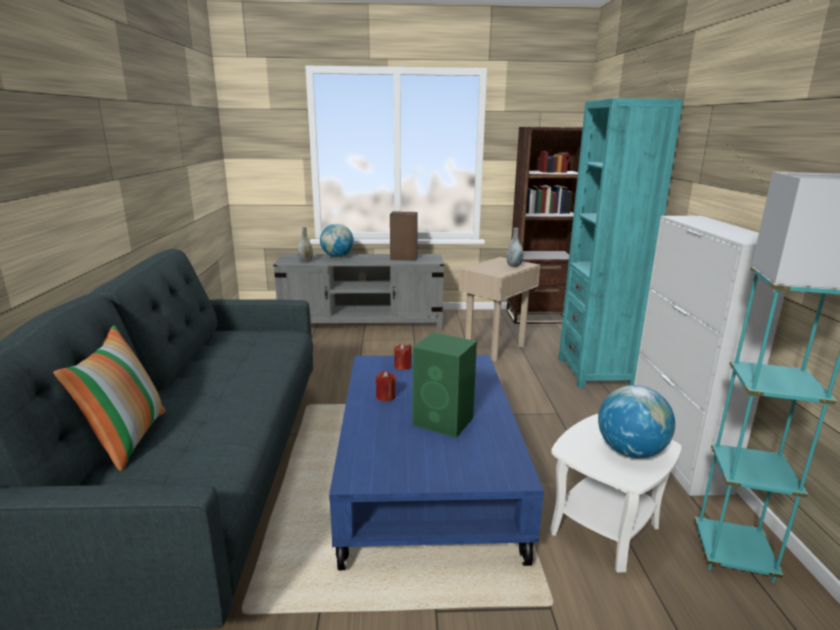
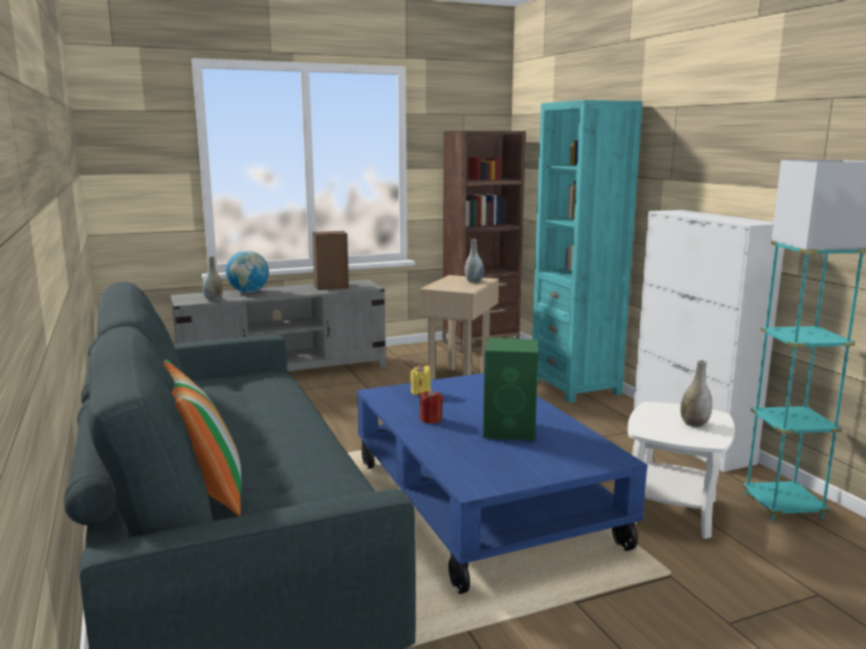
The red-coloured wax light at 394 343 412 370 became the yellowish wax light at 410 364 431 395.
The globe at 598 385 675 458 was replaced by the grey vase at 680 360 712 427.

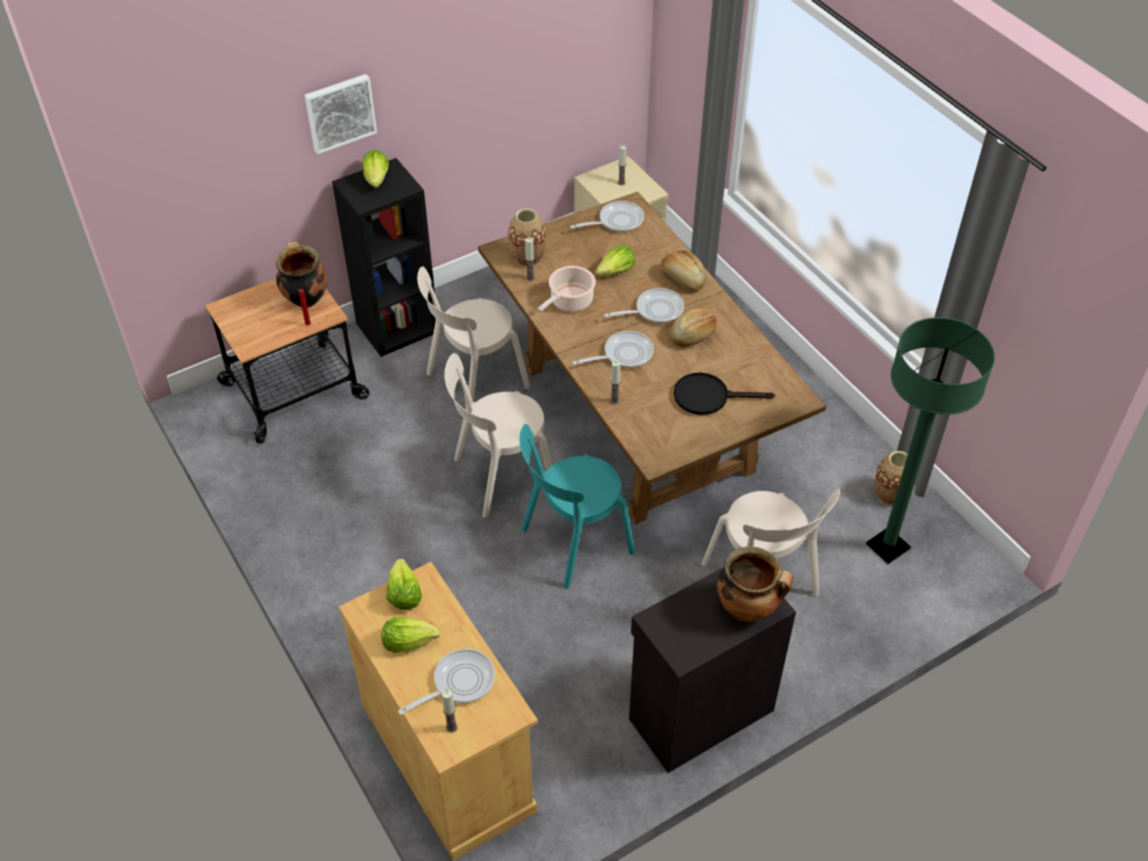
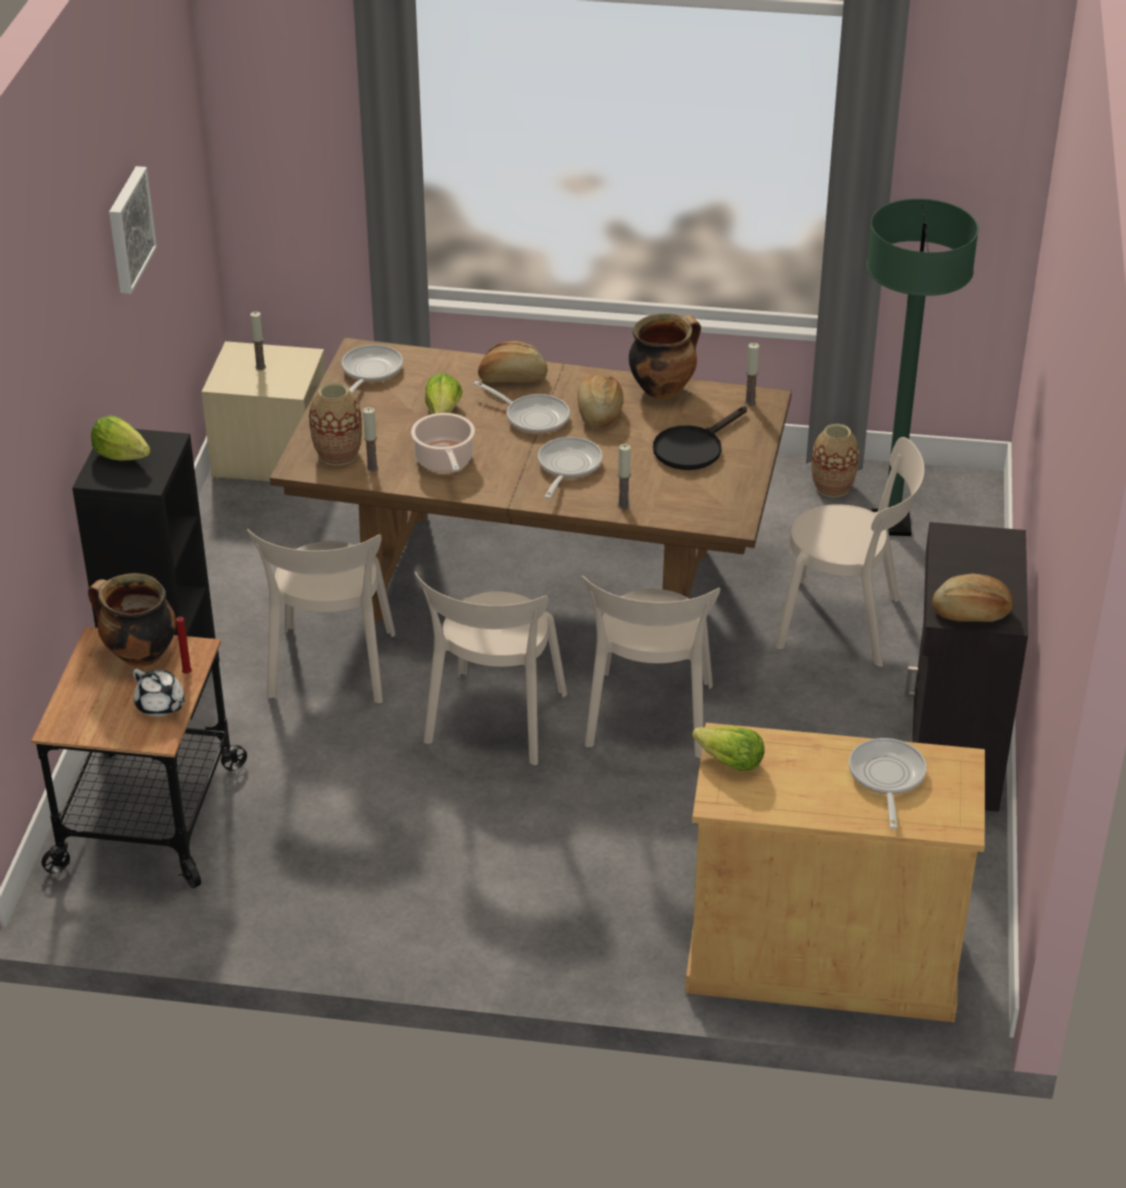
The wall picture moved from 305 74 377 154 to 109 166 157 294.
The whitish teapot at 133 669 185 717 appeared.
The pan at 604 288 684 323 turned 105 degrees clockwise.
The blue-green upright chair at 520 424 635 589 became the beige upright chair at 582 576 720 758.
The stockpot moved from 717 546 793 622 to 629 313 701 399.
The wax light moved from 441 688 458 733 to 744 343 759 406.
The baked bread at 932 574 1013 622 appeared.
The lettuce at 381 617 440 653 disappeared.

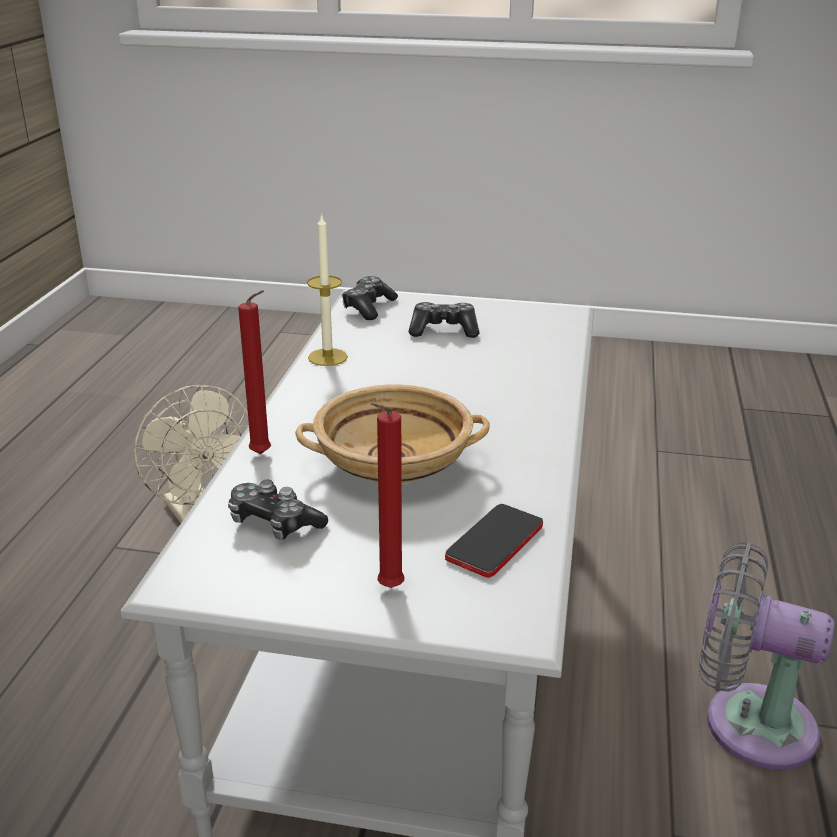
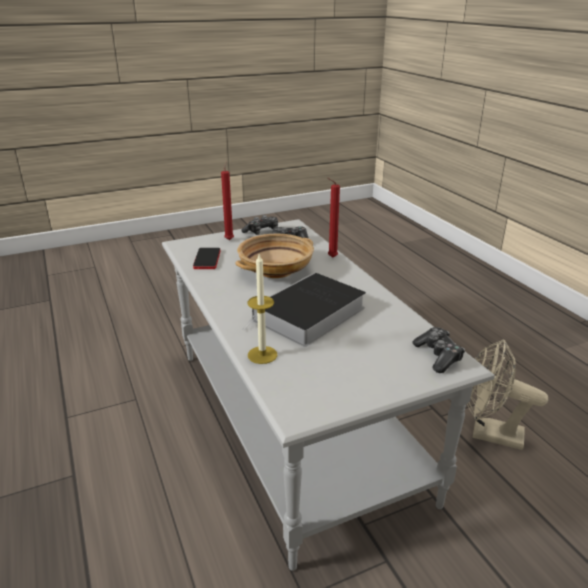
The game controller moved from 408 302 479 338 to 242 215 278 235.
The bound book at 242 273 366 347 appeared.
The wax light moved from 307 213 348 366 to 248 254 278 364.
The grey fan at 699 542 835 770 disappeared.

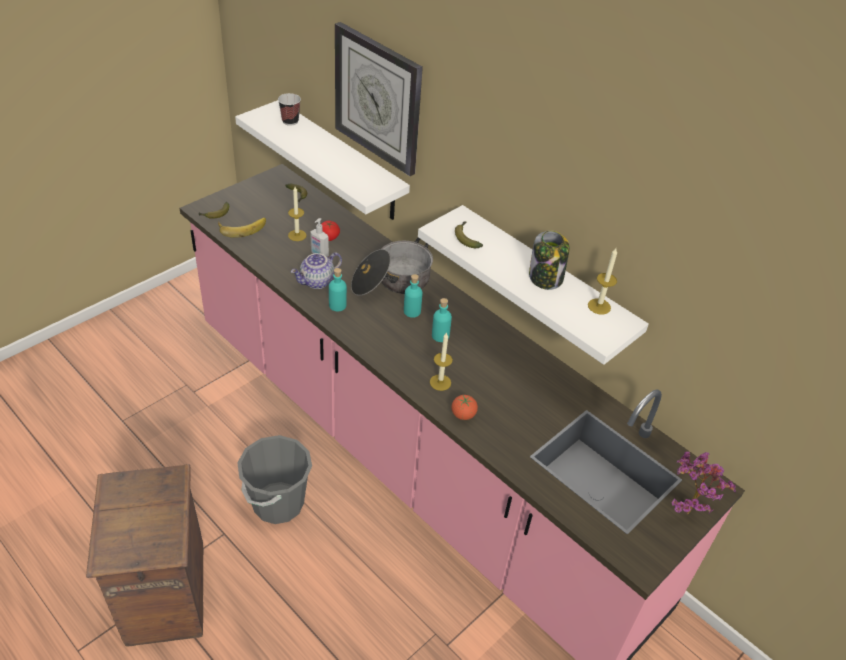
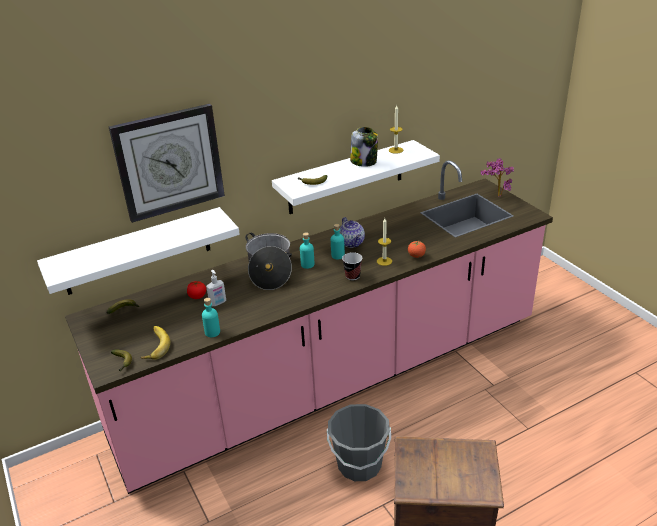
The blue-green drink bottle moved from 329 268 347 312 to 202 298 220 337.
The teapot moved from 291 252 342 289 to 340 217 365 248.
The cup moved from 278 93 301 126 to 342 252 362 281.
The wax light at 288 187 307 241 disappeared.

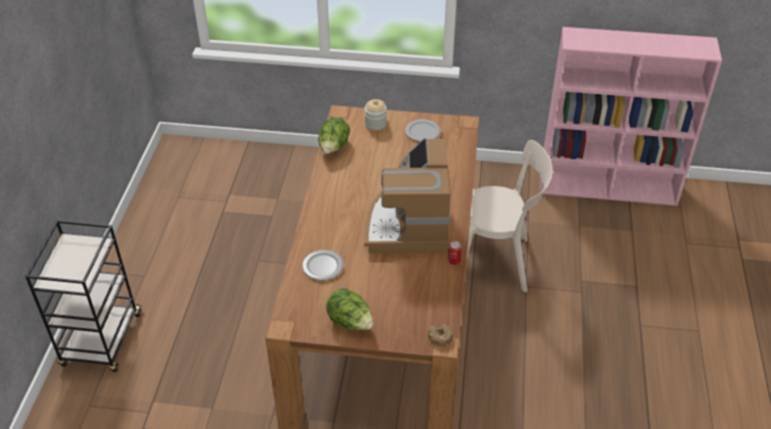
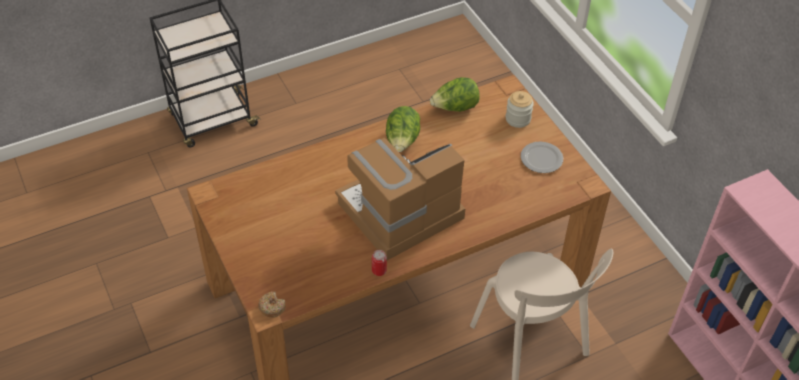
The lettuce moved from 326 288 374 330 to 386 106 420 152.
The plate at 302 250 344 280 disappeared.

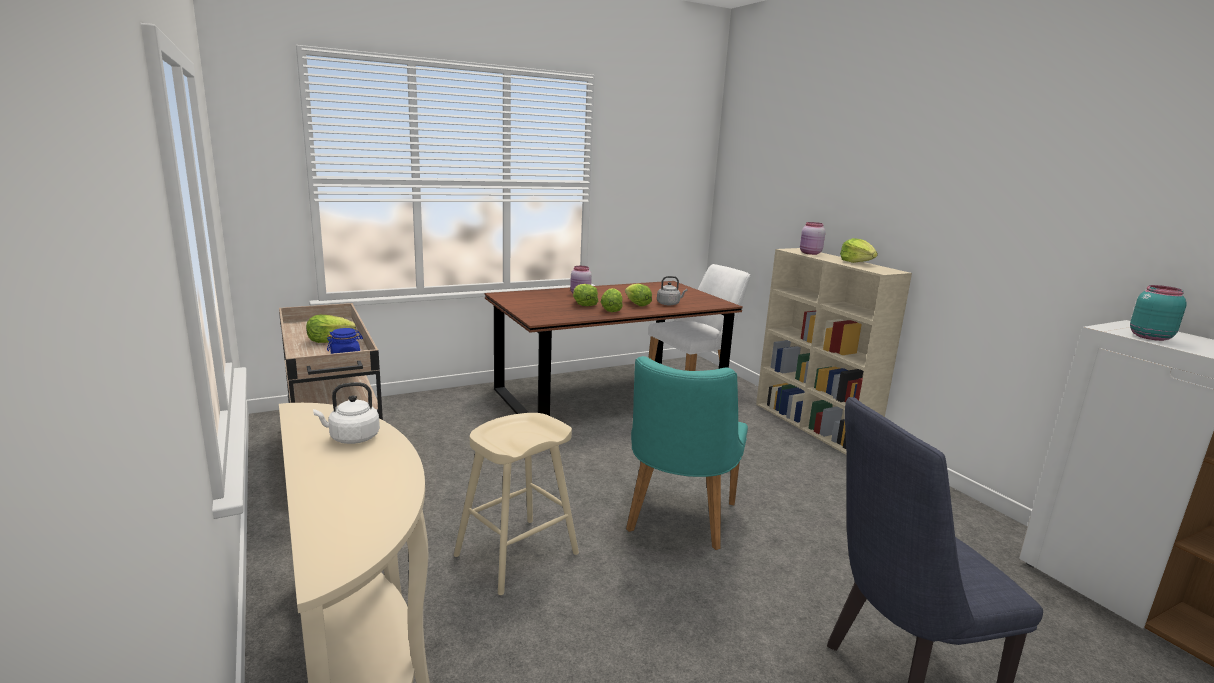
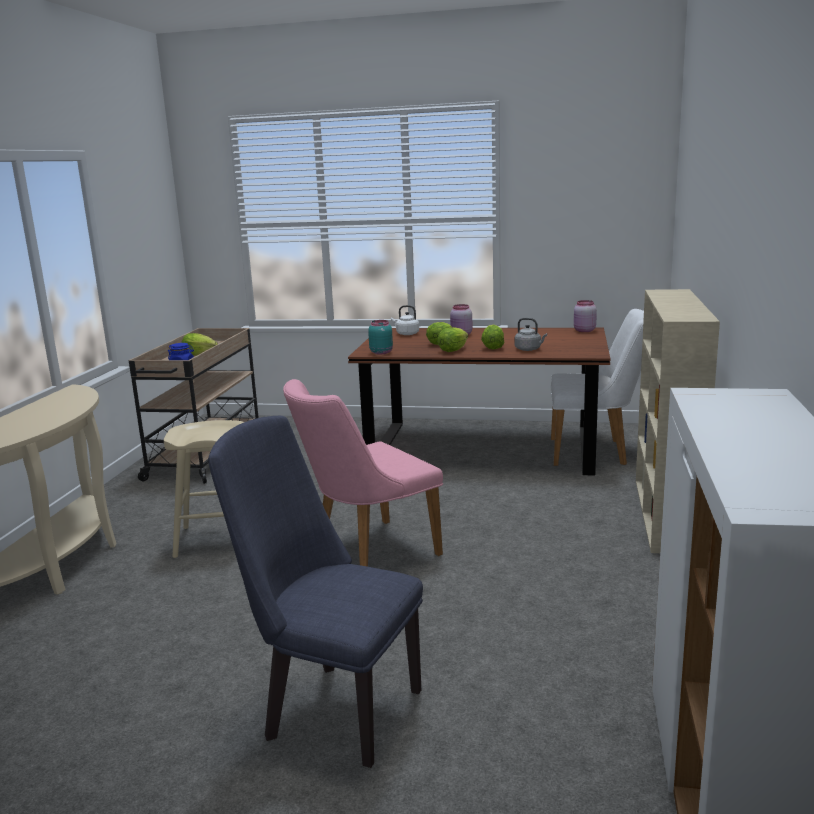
The blue-green upright chair at 626 356 748 550 became the pink upright chair at 283 379 443 567.
The blue-green preserve jar moved from 1130 285 1187 341 to 368 320 393 354.
The whitish kettle moved from 313 382 380 444 to 391 305 419 335.
The pink preserve jar moved from 800 222 825 255 to 574 300 597 332.
The lettuce at 840 238 878 263 disappeared.

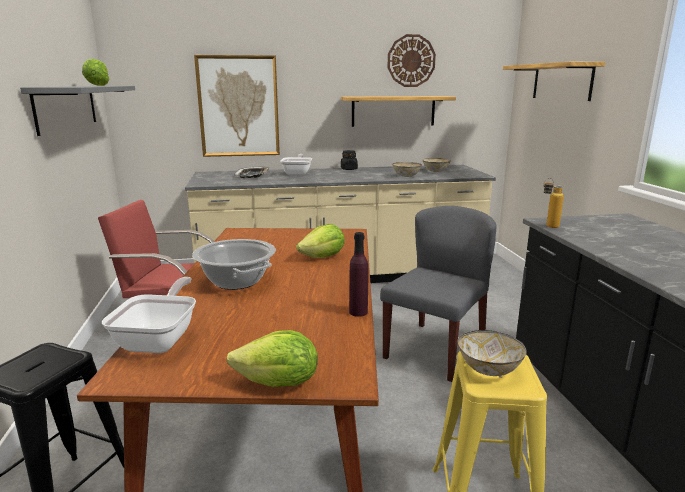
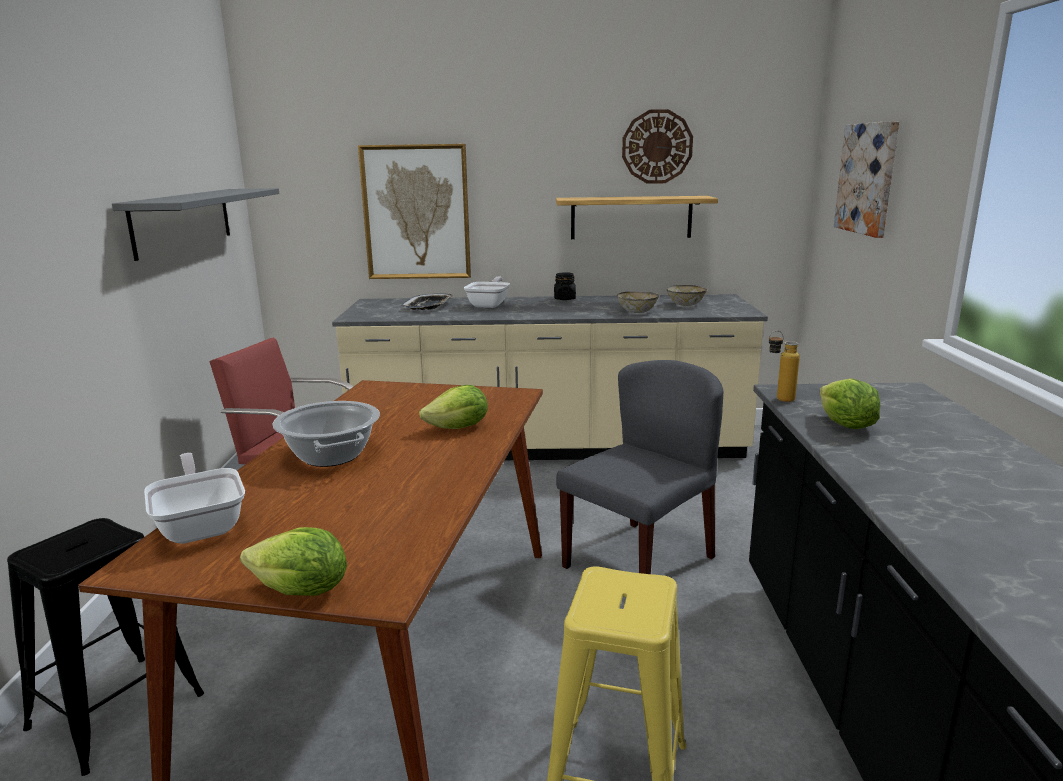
The pan at 102 277 196 353 turned 45 degrees counterclockwise.
The lettuce moved from 82 59 109 86 to 820 378 880 429.
The bracket shelf at 503 62 605 101 was replaced by the wall picture at 834 121 899 238.
The purple drink bottle at 349 232 368 317 disappeared.
The serving bowl at 458 330 527 376 disappeared.

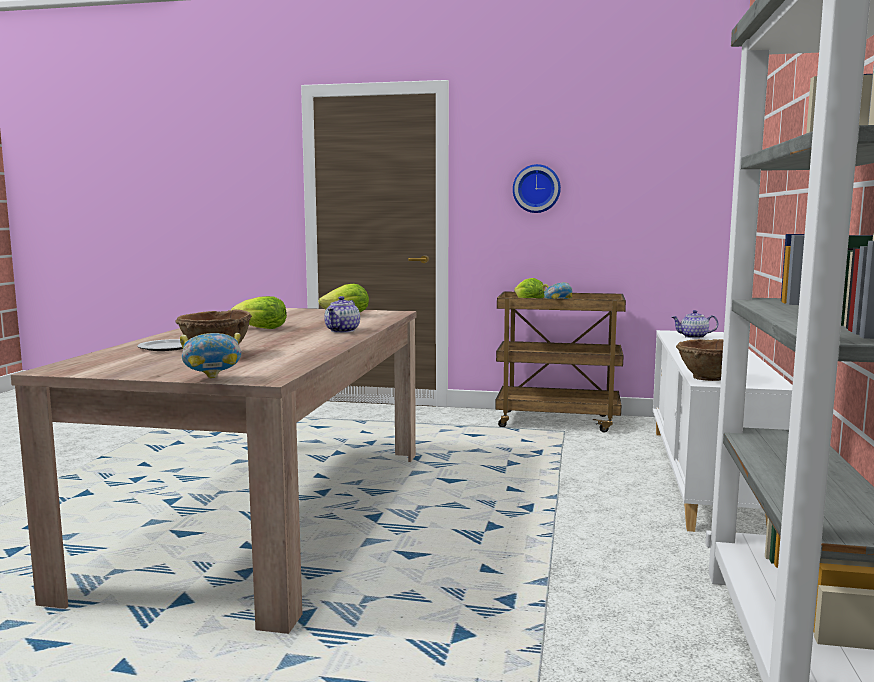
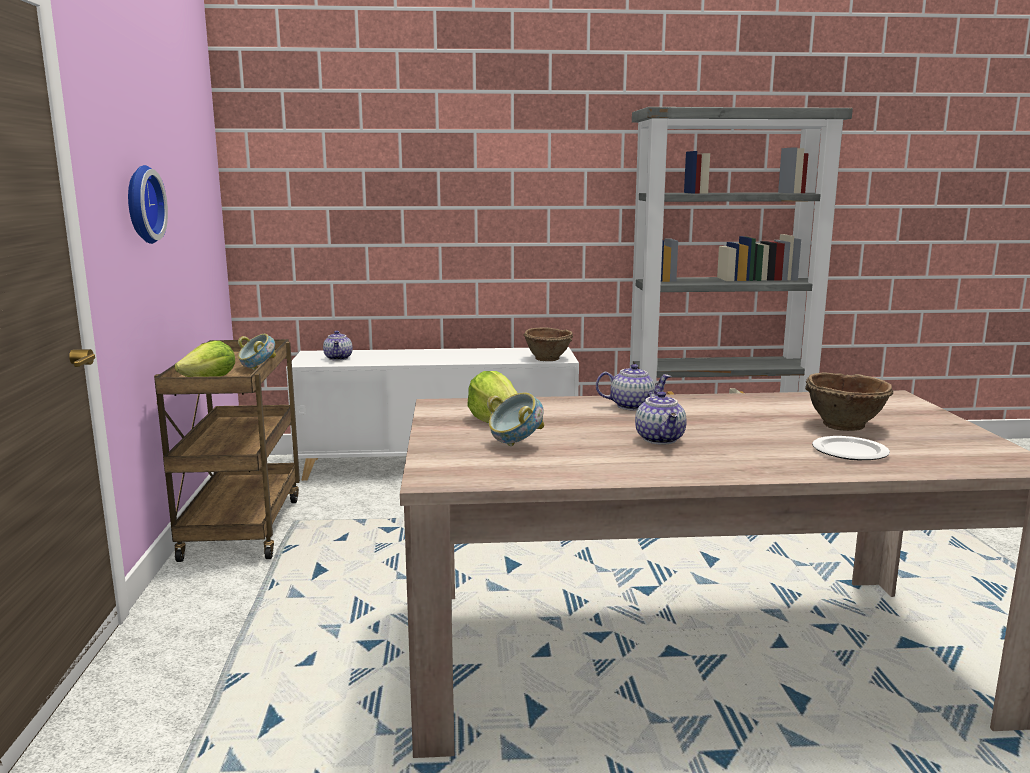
The serving bowl moved from 180 333 241 378 to 487 392 544 446.
The lettuce at 231 296 287 329 was replaced by the teapot at 635 391 687 445.

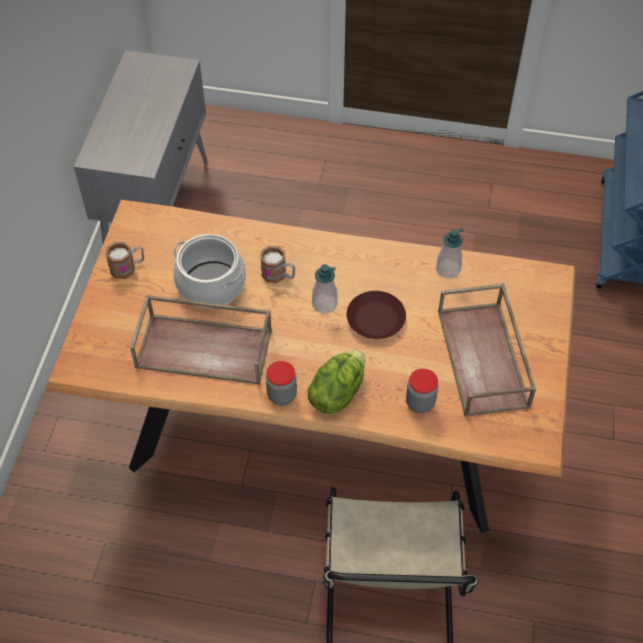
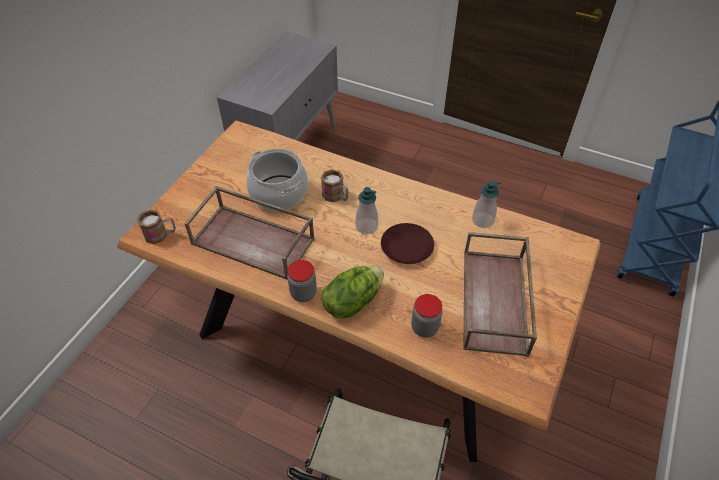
The mug moved from 105 242 144 279 to 137 209 176 244.

